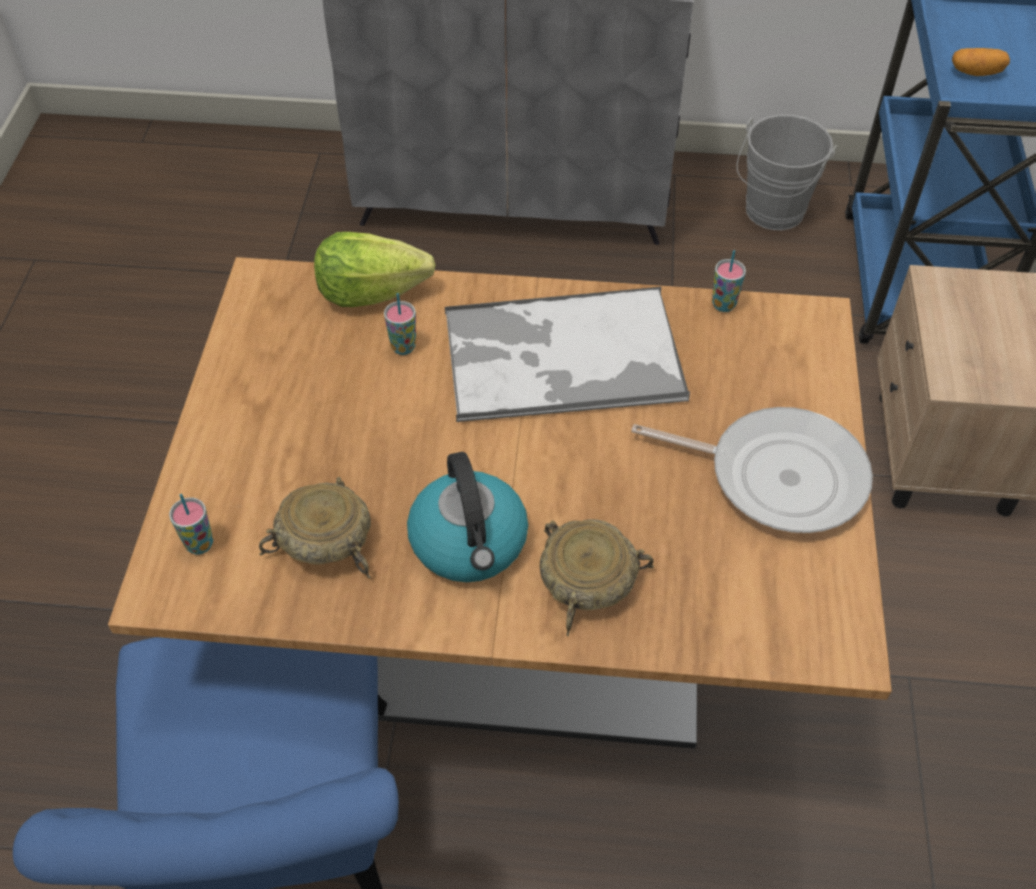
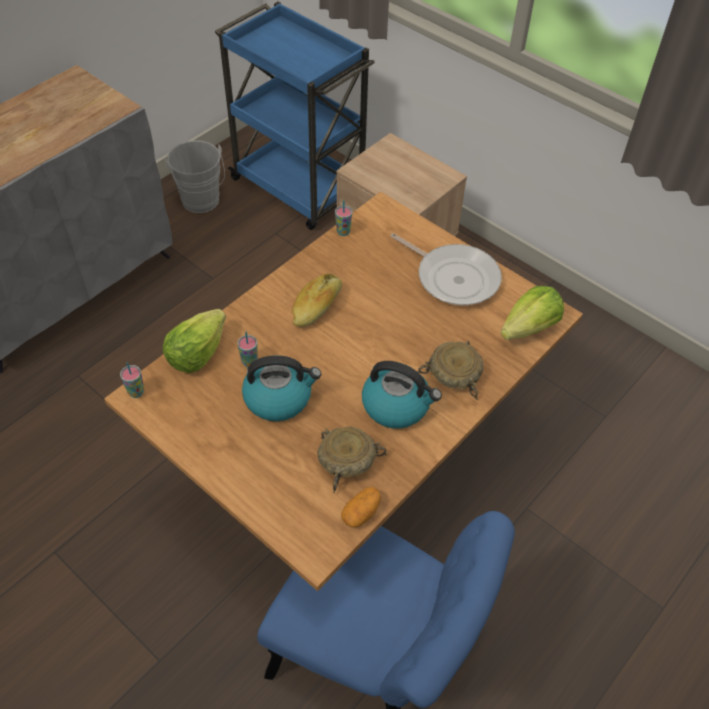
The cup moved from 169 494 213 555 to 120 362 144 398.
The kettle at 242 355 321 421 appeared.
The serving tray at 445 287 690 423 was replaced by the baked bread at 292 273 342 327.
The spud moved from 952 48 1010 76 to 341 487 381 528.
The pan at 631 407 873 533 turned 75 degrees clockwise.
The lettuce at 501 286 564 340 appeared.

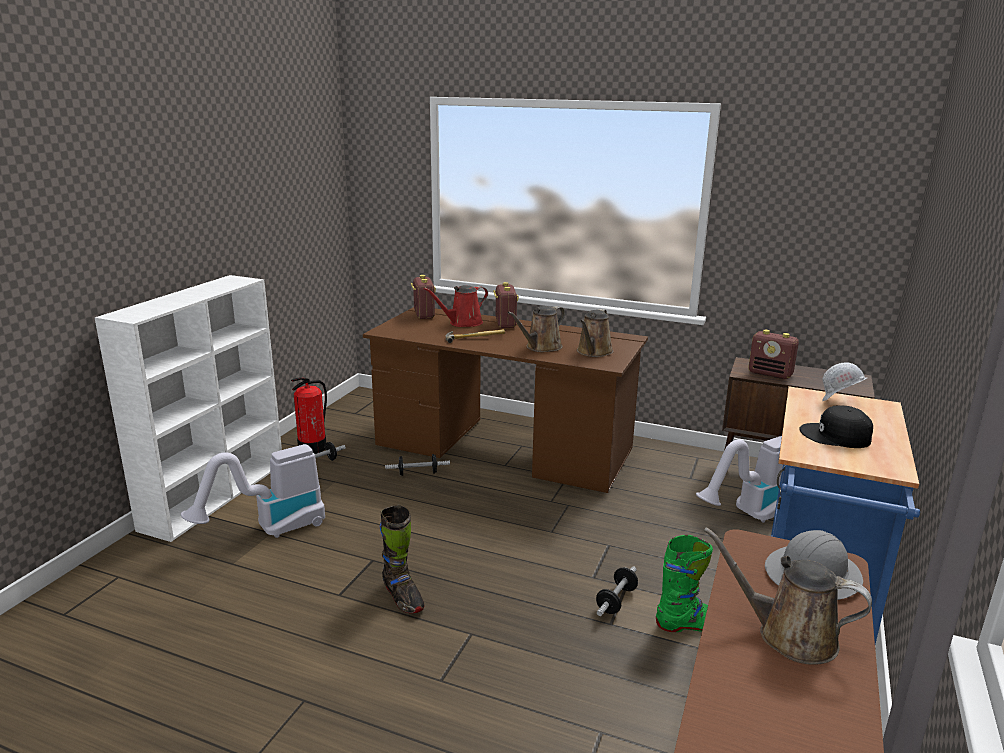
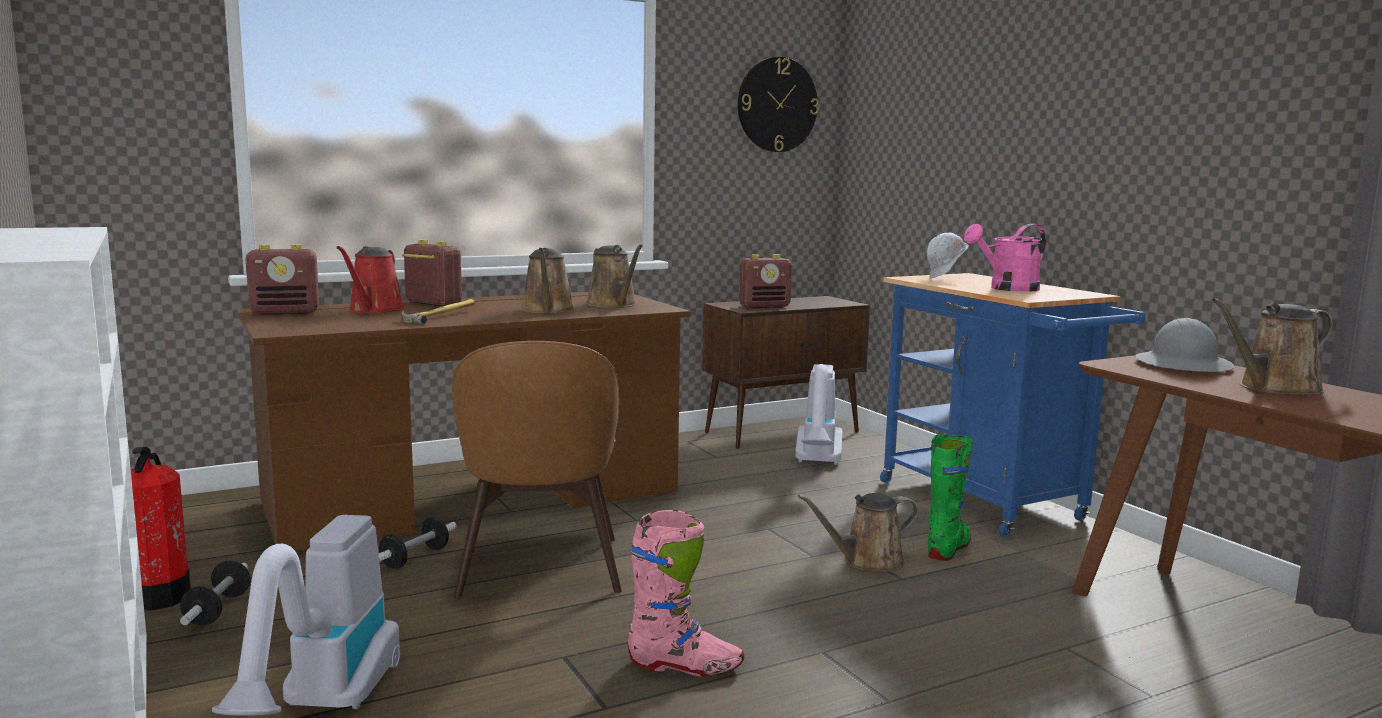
The radio receiver at 411 275 436 319 turned 135 degrees clockwise.
The brownish upright chair at 452 341 622 599 appeared.
The blackish high-top boot at 379 505 424 613 became the pink high-top boot at 627 510 744 677.
The hanging clock at 738 57 819 152 appeared.
The hand weight at 596 566 638 616 was replaced by the brownish watering pot at 798 493 919 572.
The blackish cap at 799 406 873 448 was replaced by the pink watering pot at 964 224 1046 292.

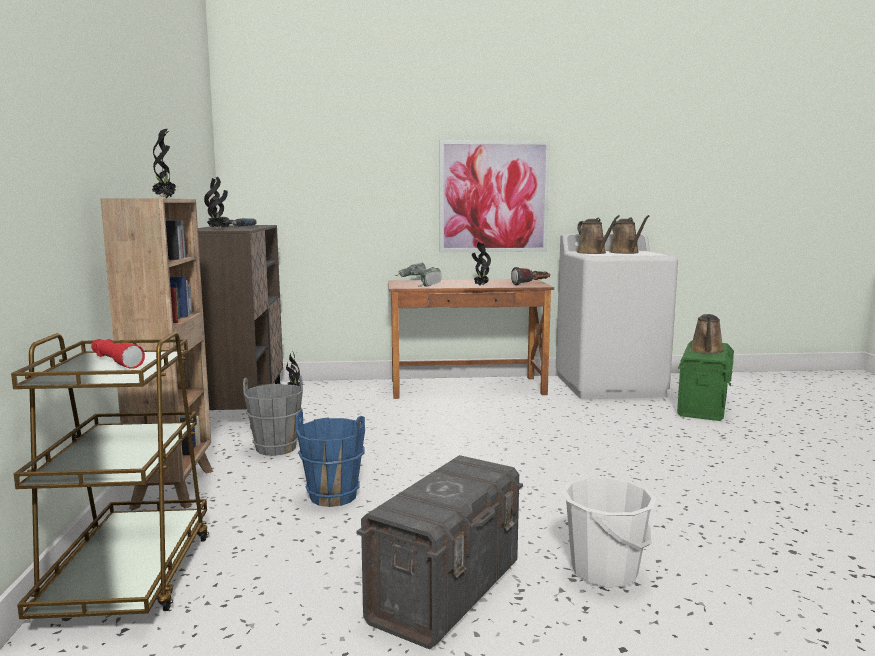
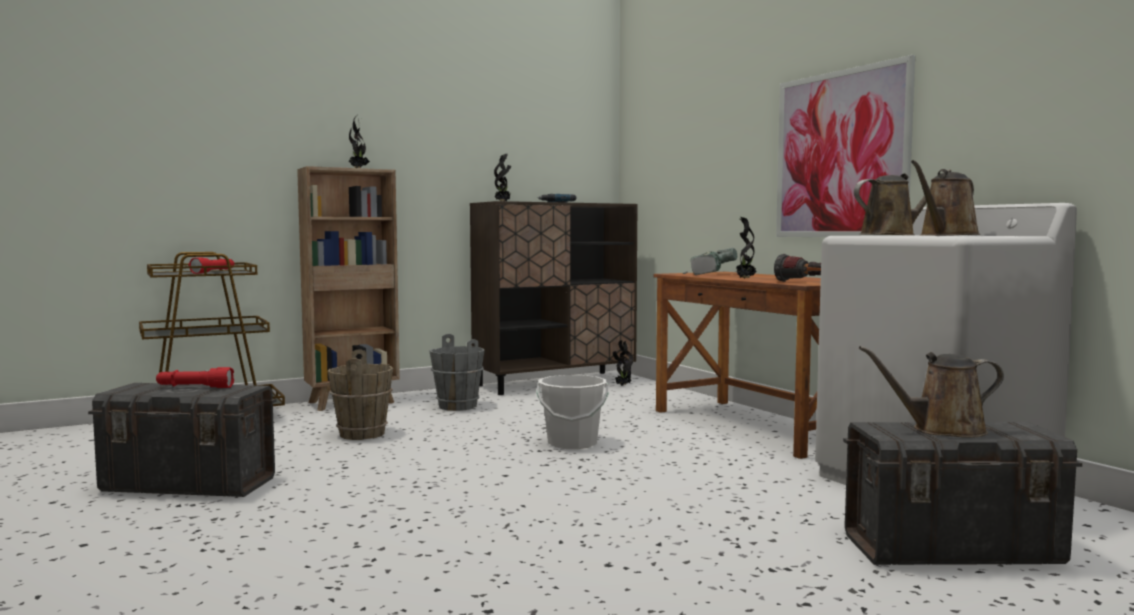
The red-coloured torch at 156 367 234 388 appeared.
The blue-coloured pail at 296 411 365 507 became the brownish pail at 328 349 393 440.
The whitish pail moved from 562 477 656 587 to 537 375 608 449.
The greenish storage box at 677 341 734 421 became the grey storage box at 843 422 1082 565.
The brownish watering pot at 576 215 620 254 turned 150 degrees counterclockwise.

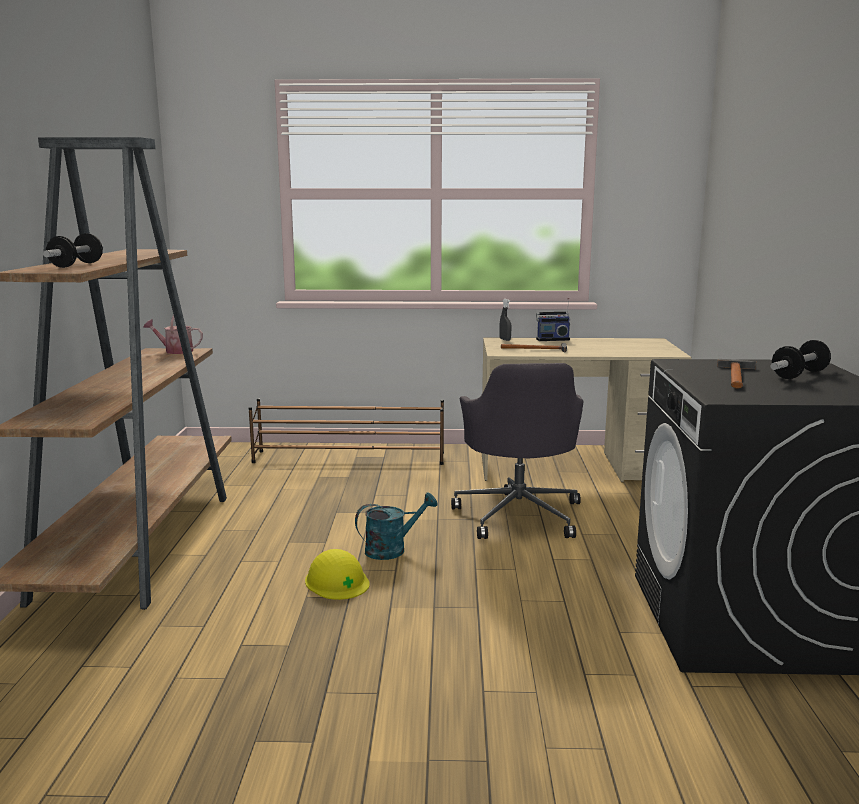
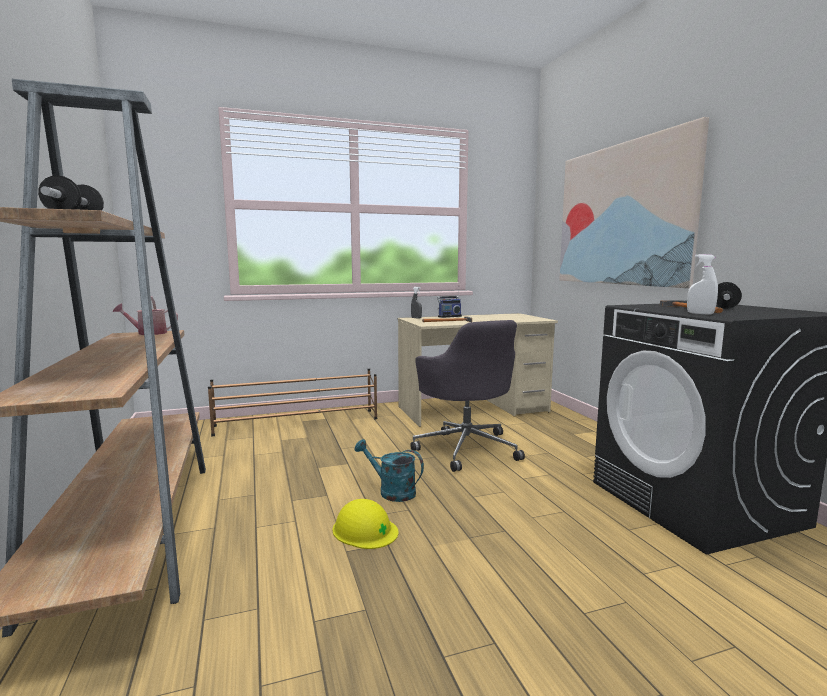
The blue-green watering pot at 355 493 438 560 turned 105 degrees counterclockwise.
The wall picture at 559 117 709 288 appeared.
The whitish spray bottle at 687 254 718 315 appeared.

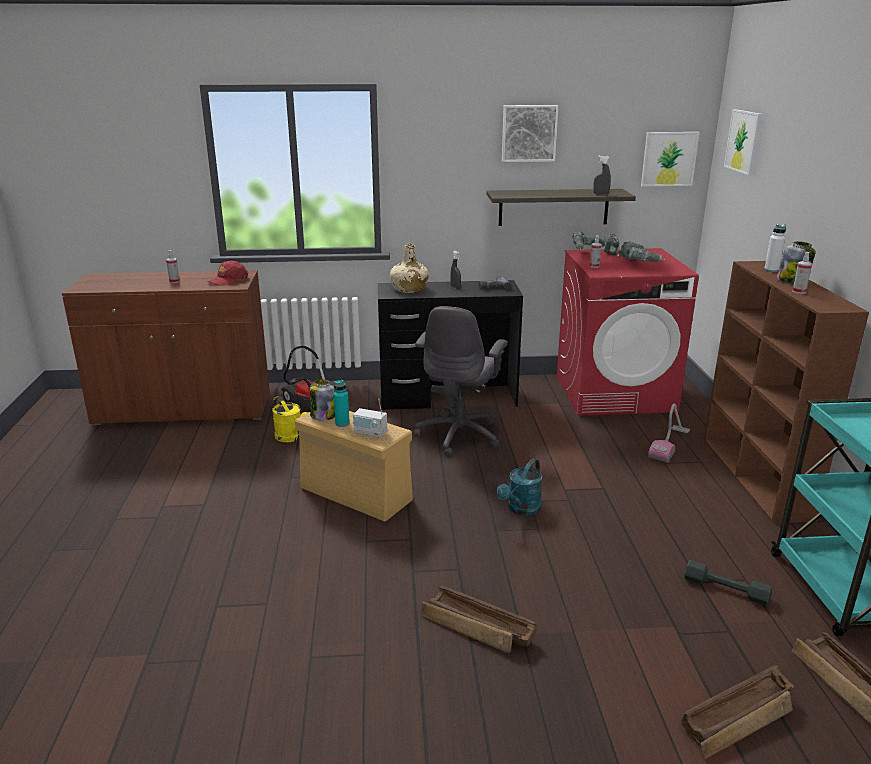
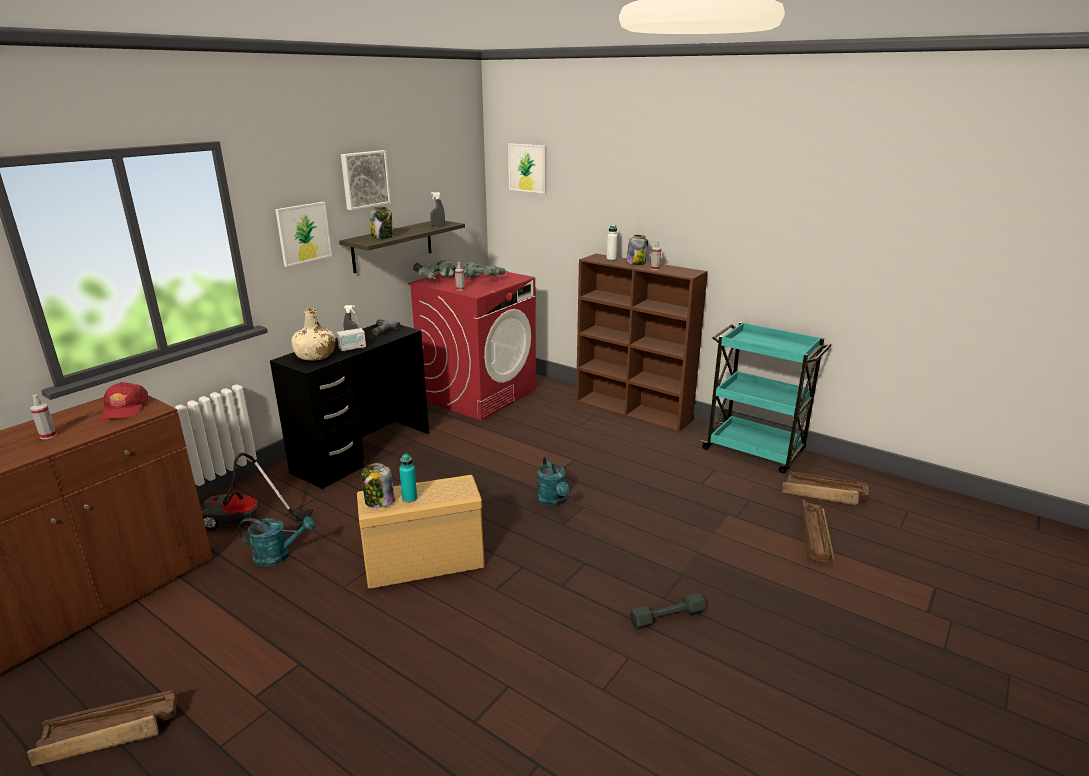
The crate moved from 421 586 537 653 to 27 690 177 766.
The yellowish watering pot at 272 396 308 442 became the blue-green watering pot at 238 516 315 567.
The wall picture moved from 641 132 699 186 to 275 202 332 267.
The radio receiver moved from 353 399 387 438 to 337 317 366 352.
The preserve jar at 370 206 393 239 appeared.
The grey hand weight moved from 684 560 772 606 to 630 593 706 629.
The grey office chair at 414 306 508 457 disappeared.
The vacuum at 648 404 690 463 disappeared.

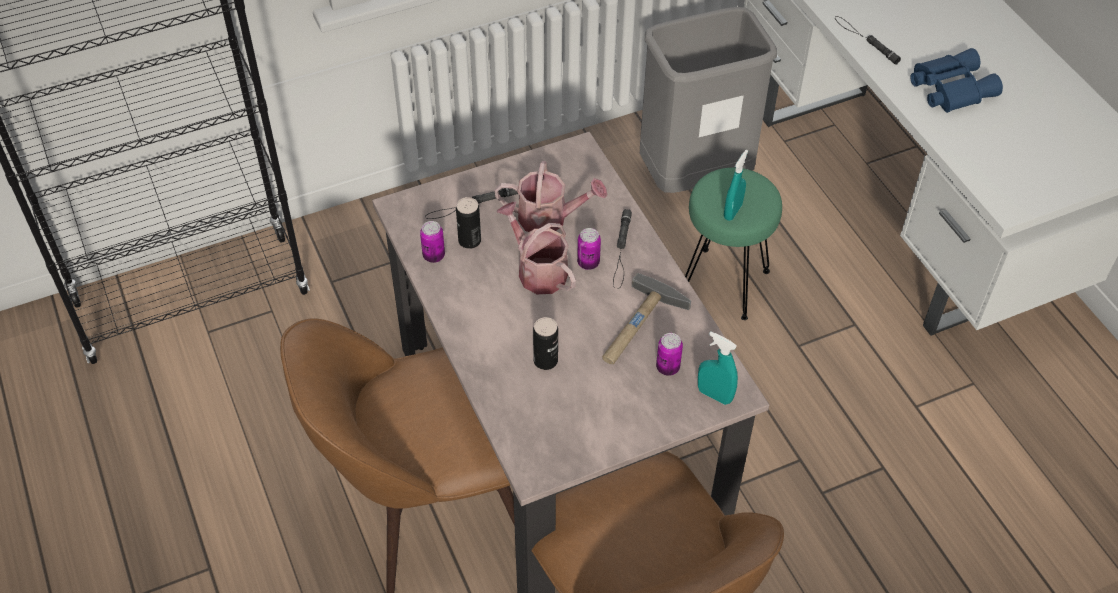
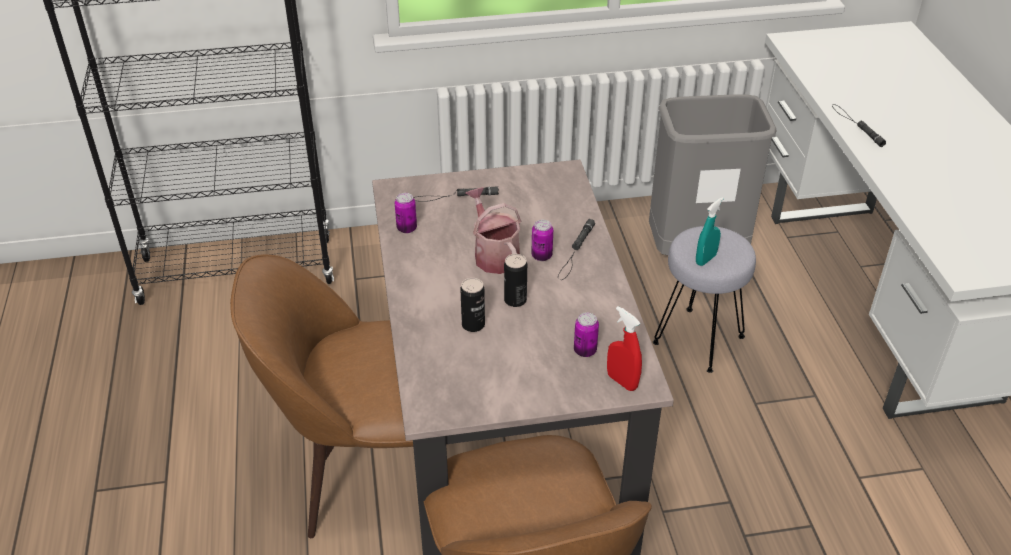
The can moved from 456 197 481 249 to 504 254 527 307.
The blue-green spray bottle at 698 331 738 405 became the red-coloured spray bottle at 607 306 642 391.
The greenish stool seat at 685 168 782 320 became the grey stool seat at 653 226 756 373.
The watering pot at 495 161 607 232 disappeared.
The tool hammer at 602 273 691 364 disappeared.
The blue-coloured pair of binoculars at 910 48 1003 113 disappeared.

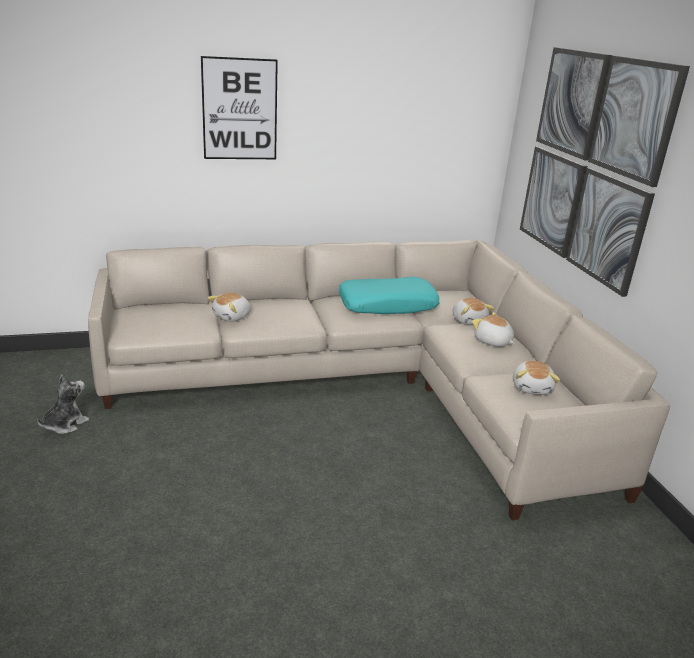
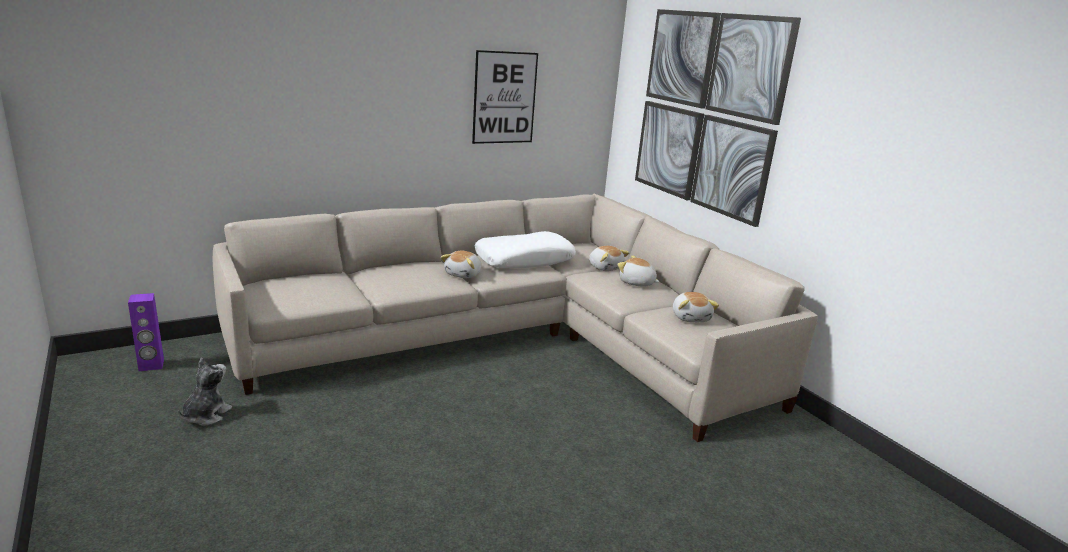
The purple loudspeaker at 128 293 164 371 appeared.
The cuddly toy moved from 208 293 251 322 to 441 251 482 278.
The wall picture moved from 201 56 278 159 to 472 50 538 144.
The blue-green cushion at 339 277 440 314 became the whitish cushion at 475 231 576 268.

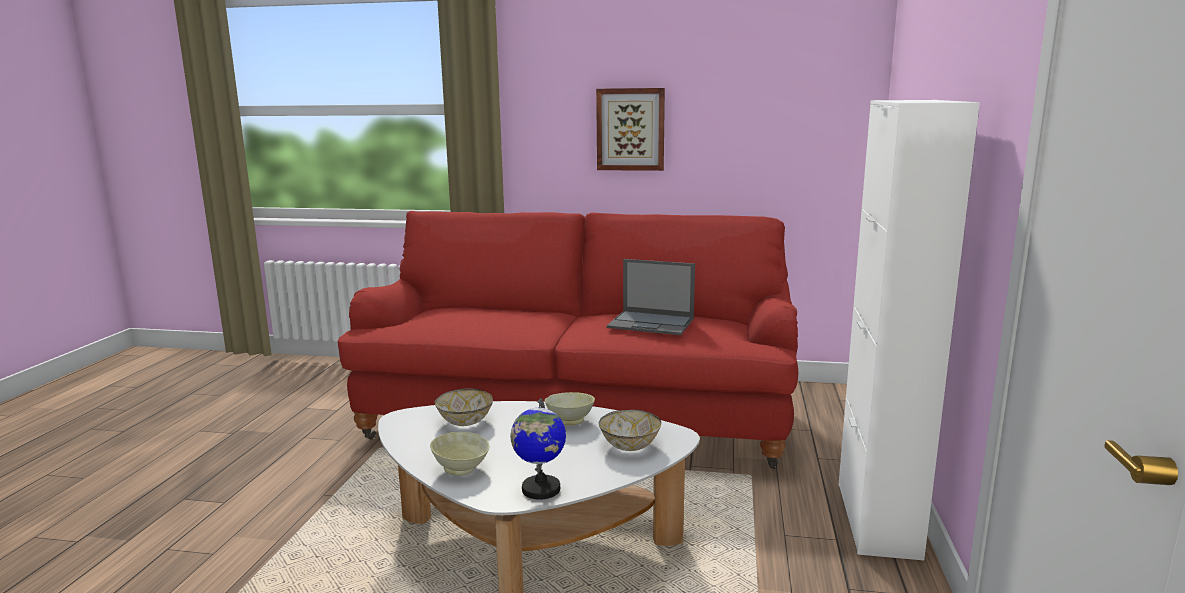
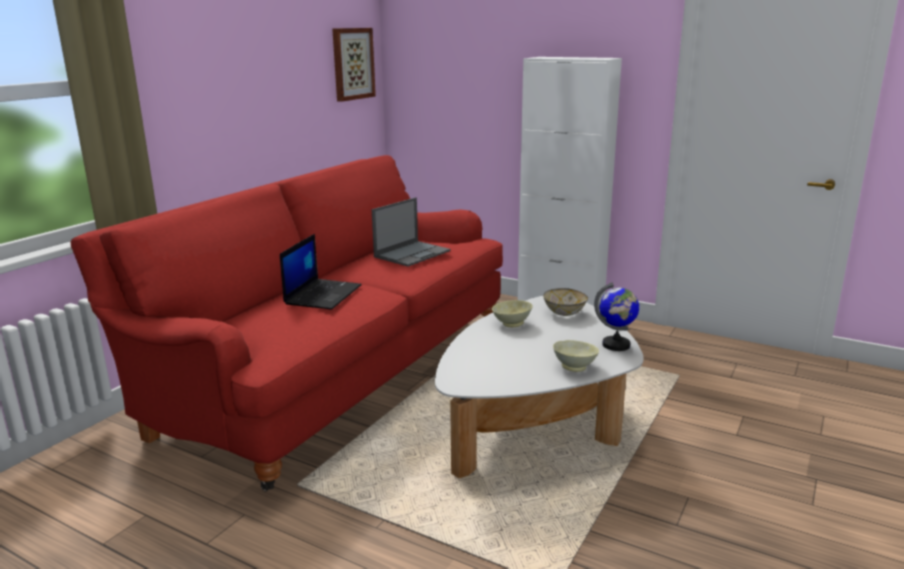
The laptop at 280 234 362 309 appeared.
The wall picture moved from 596 88 665 171 to 332 28 376 102.
The serving bowl at 435 388 493 426 disappeared.

